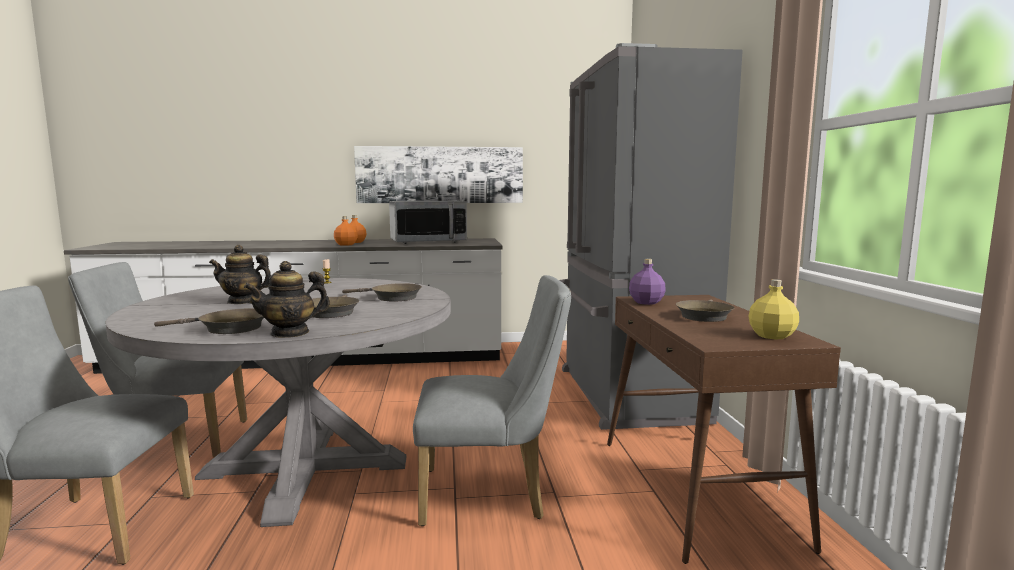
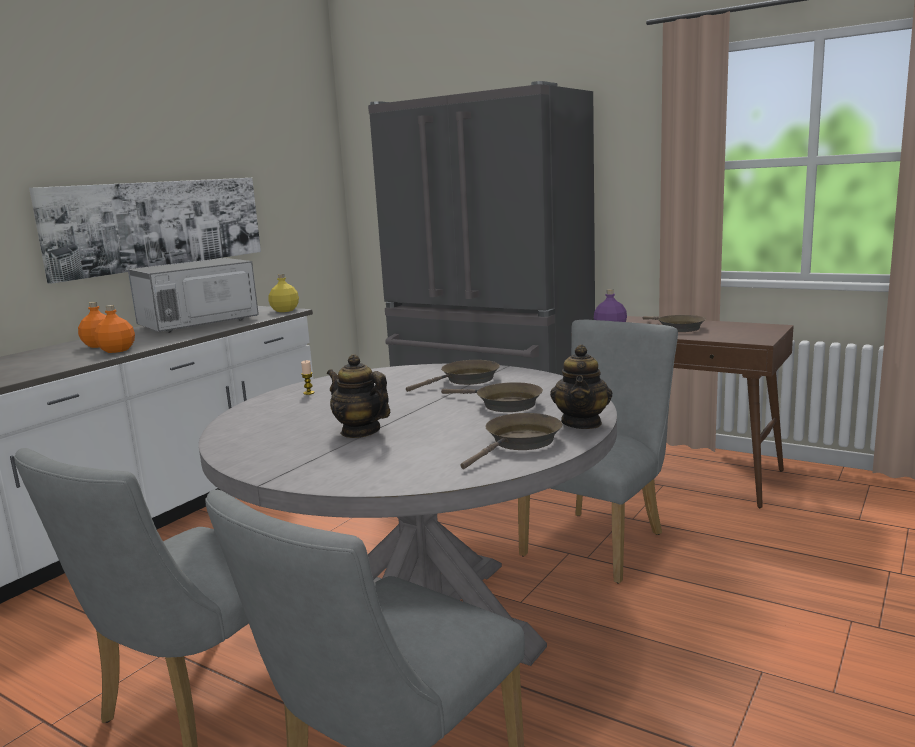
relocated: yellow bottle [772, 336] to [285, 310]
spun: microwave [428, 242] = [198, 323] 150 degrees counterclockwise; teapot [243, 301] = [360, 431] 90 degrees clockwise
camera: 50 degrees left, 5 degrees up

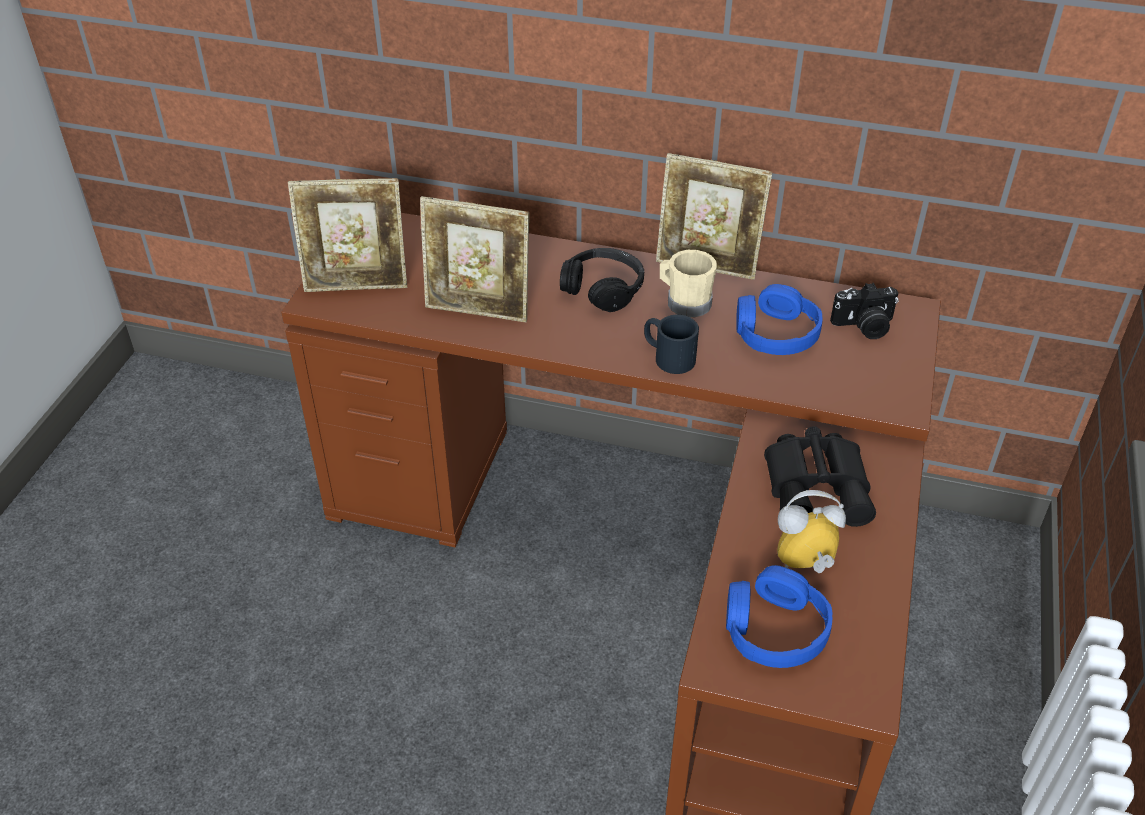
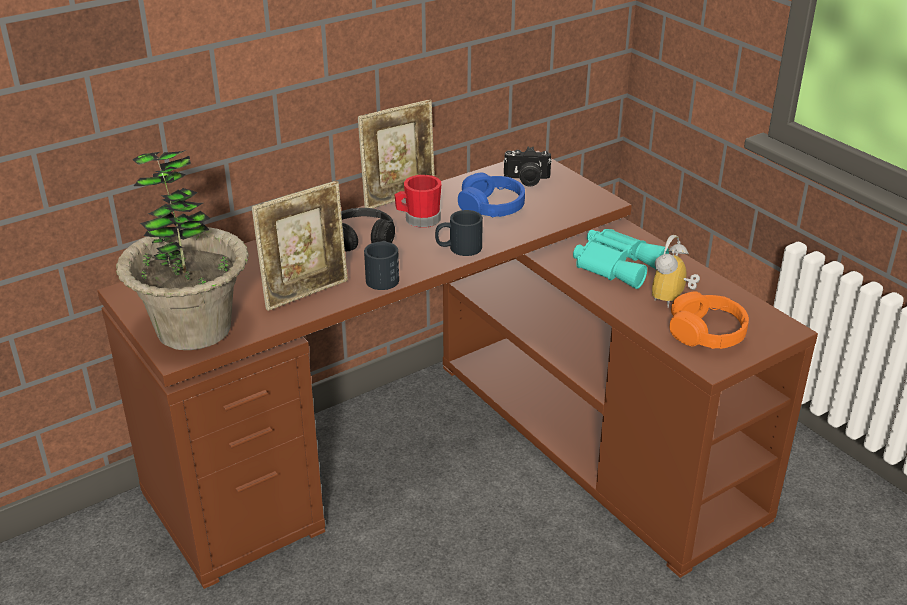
appeared: black mug [383, 276]
exchanged: picture frame [357, 286] to potted plant [194, 329]
colour: beige mug [684, 302] to red mug [418, 220]; black binoculars [818, 486] to turquoise binoculars [617, 264]; blue headphones [774, 629] to orange headphones [707, 332]
spun: photo camera [864, 327] = [526, 180] 60 degrees clockwise
camera: 50 degrees left, 10 degrees down

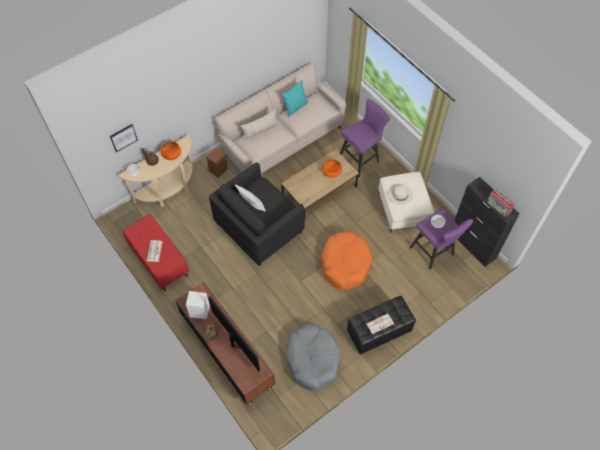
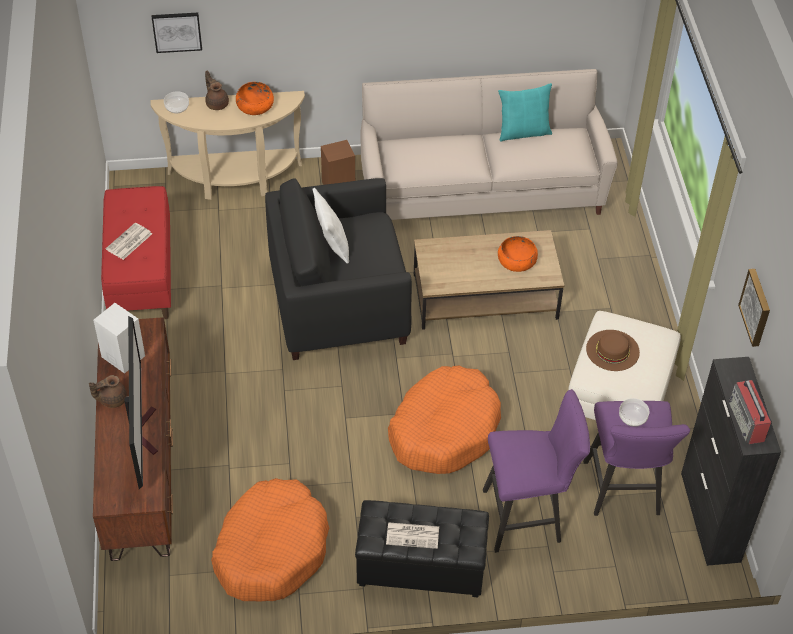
missing: beige pillow [260, 131]
appeared: picture [757, 307]
relocated: purple stool [361, 158] to [528, 517]
colour: white hat [400, 194] to brown hat [612, 350]; grey dog bed [312, 359] to orange dog bed [271, 549]
camera: 30 degrees right, 10 degrees down

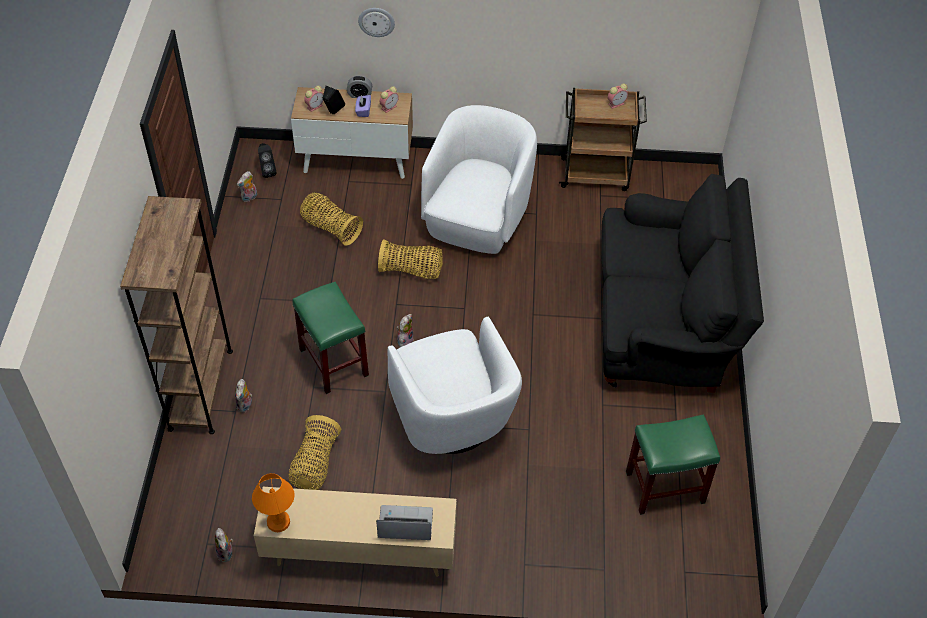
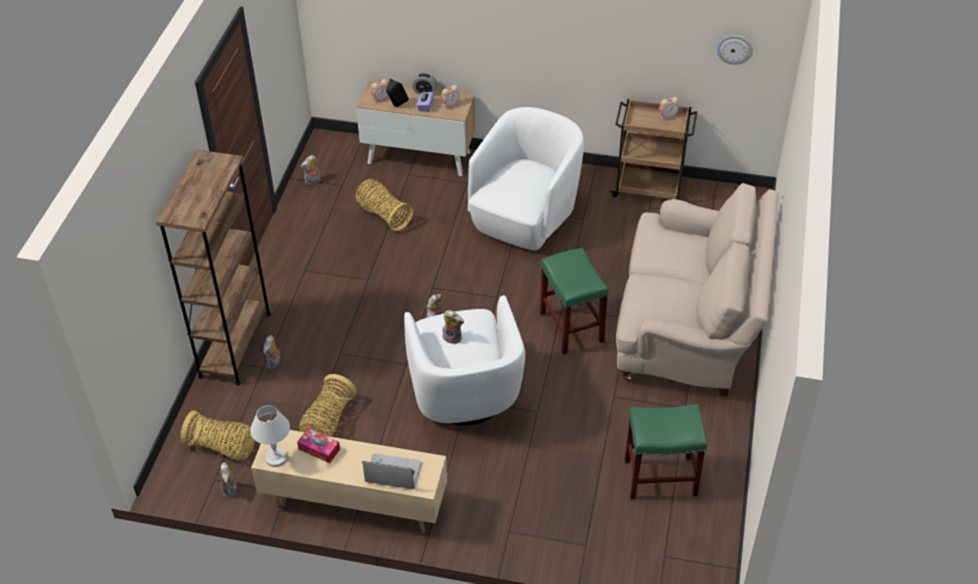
missing: black speaker [267, 171]
appeared: plush toy [453, 337]; tissue box [319, 449]
relocated: wall clock [376, 21] to [734, 49]; basket [411, 270] to [222, 447]; green stool [334, 362] to [572, 327]
colour: black sofa [664, 323] to beige sofa [689, 329]; orange table lamp [278, 521] to white table lamp [276, 457]
camera: 10 degrees right, 5 degrees down

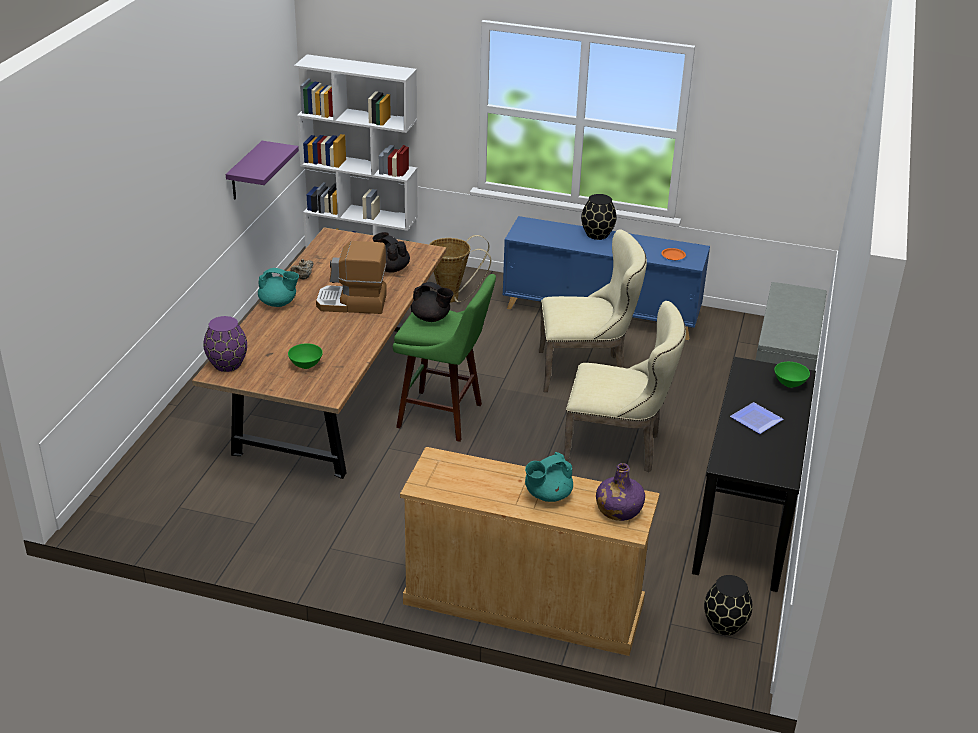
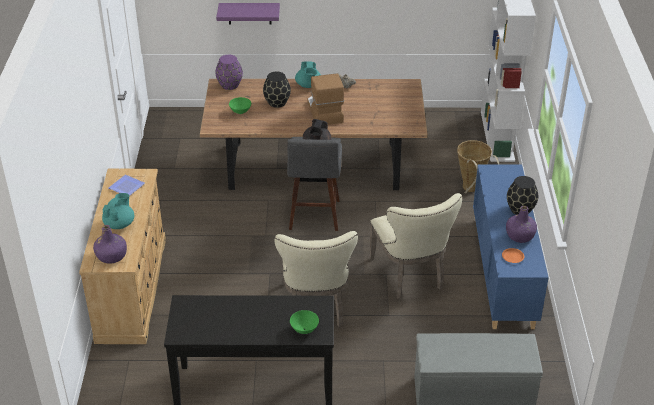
missing: black teapot [391, 268]
appeared: purple bottle [520, 236]
relocated: purple shelf [245, 171] to [249, 13]; plate [758, 420] to [127, 187]; black vase [724, 625] to [277, 102]
colour: green stool [444, 416] to grey stool [314, 217]
spun: turquoise teapot [547, 495] = [120, 224] 75 degrees clockwise
camera: 75 degrees right, 5 degrees up

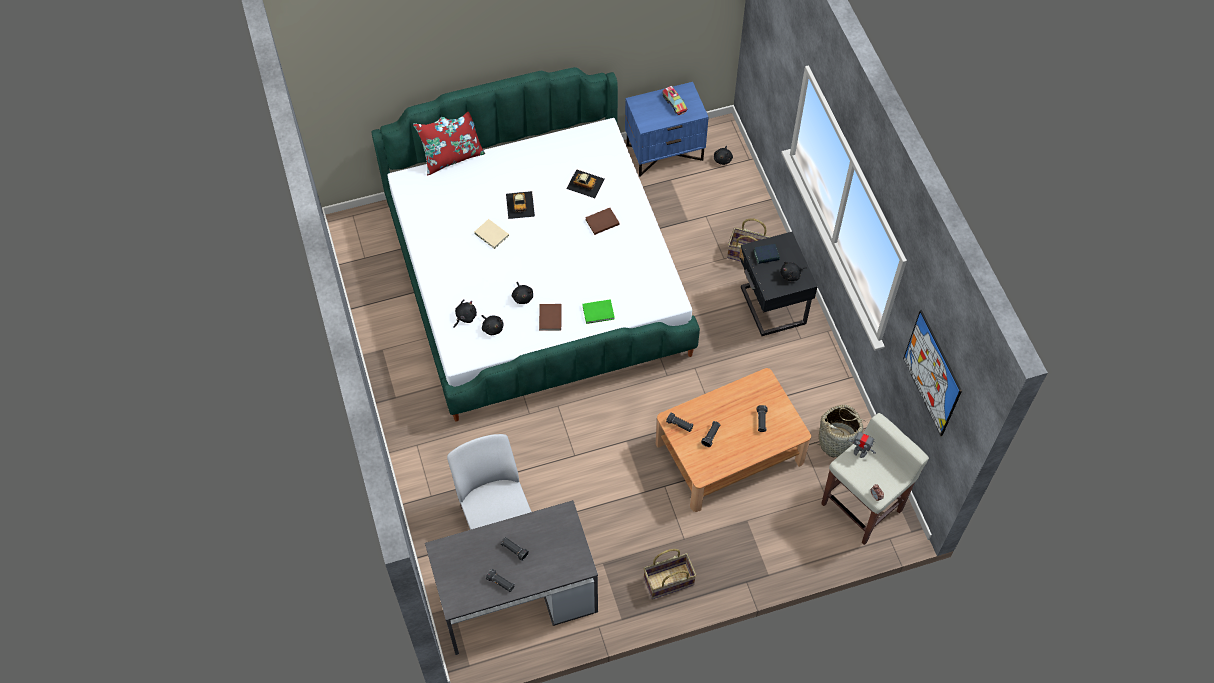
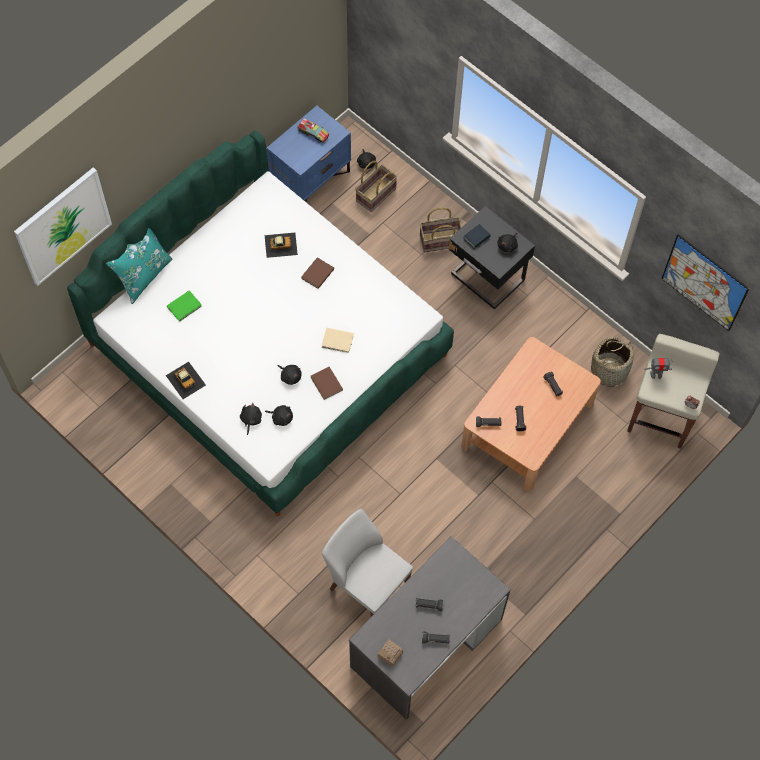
appeared: picture [63, 226]; toy house [390, 654]
relocated: toy car [520, 204] to [185, 380]; beige book [491, 235] to [338, 341]; green book [599, 312] to [185, 306]; basket [669, 582] to [376, 195]
colour: red pillow [452, 156] to turquoise pillow [143, 275]
camera: 30 degrees left, 5 degrees up

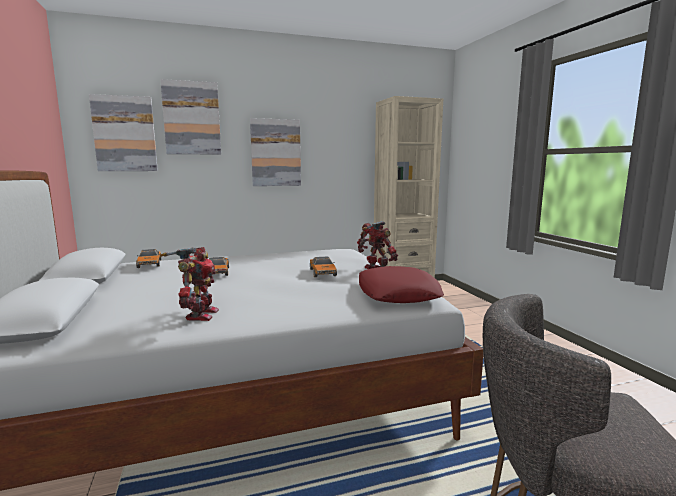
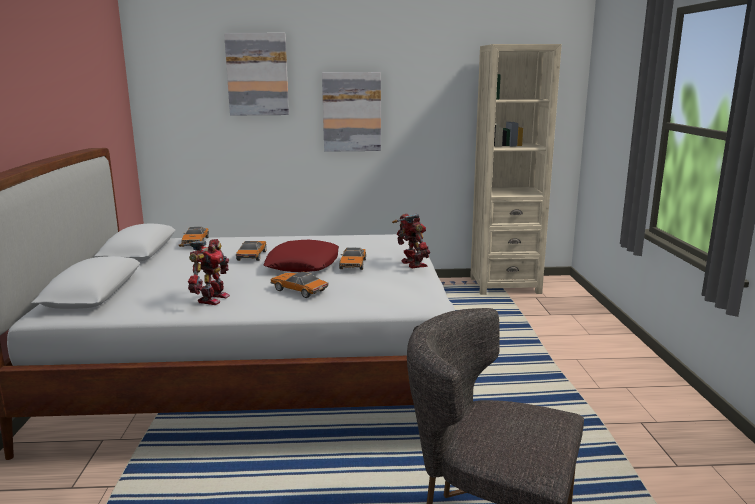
missing: picture [125, 134]
appeared: toy car [299, 290]
relocated: red pillow [397, 293] to [303, 264]
camera: 15 degrees right, 5 degrees up

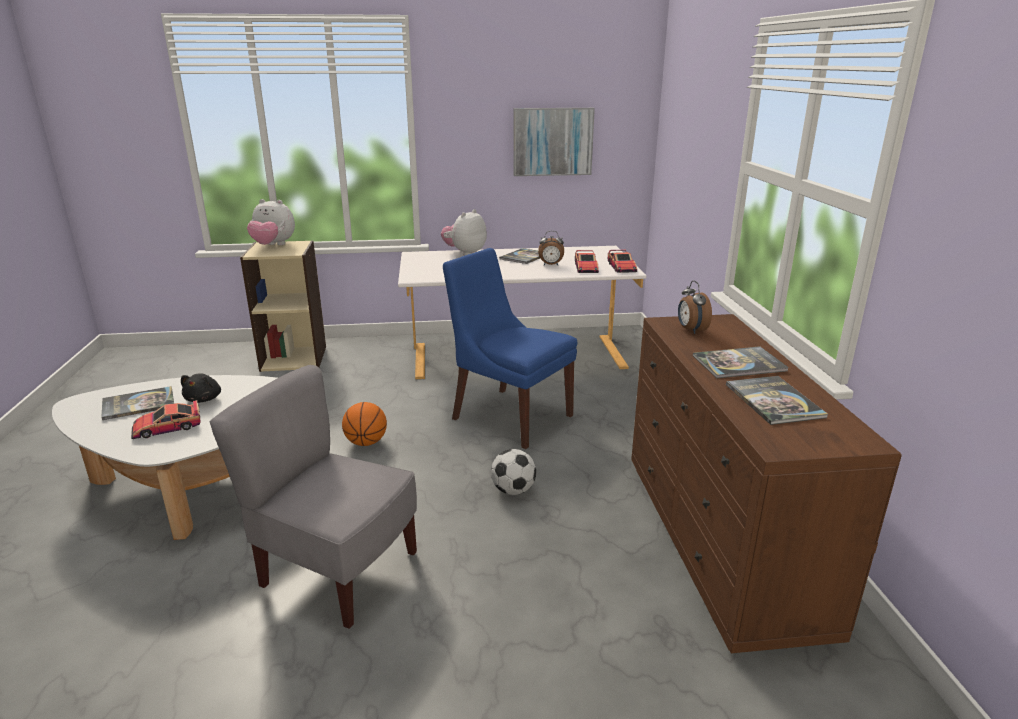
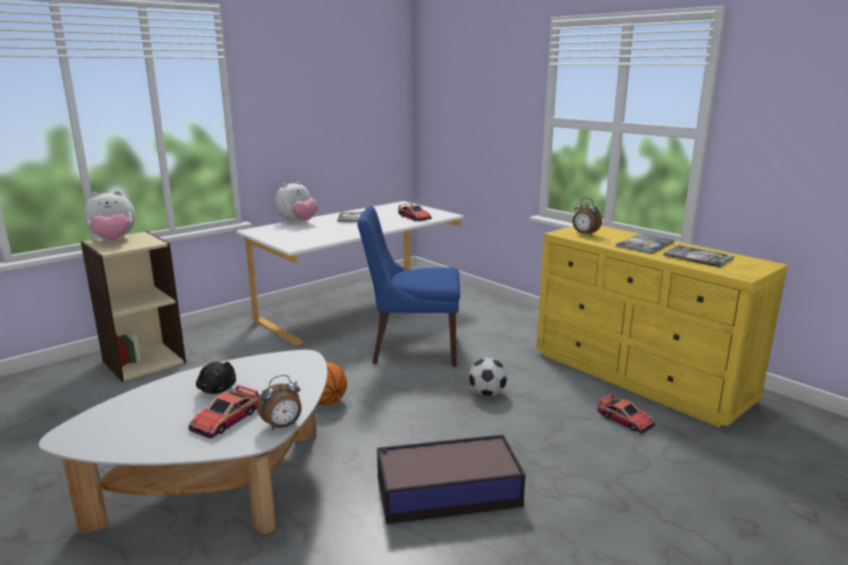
missing: picture [552, 142]; book [138, 404]
relocated: alarm clock [550, 265] to [282, 426]; toy car [621, 267] to [625, 420]
exchanged: grey chair [337, 571] to storage box [446, 491]
colour: brown dresser [719, 541] to yellow dresser [640, 377]
spun: plush toy [465, 253] = [297, 222] 135 degrees counterclockwise
camera: 35 degrees left, 5 degrees down

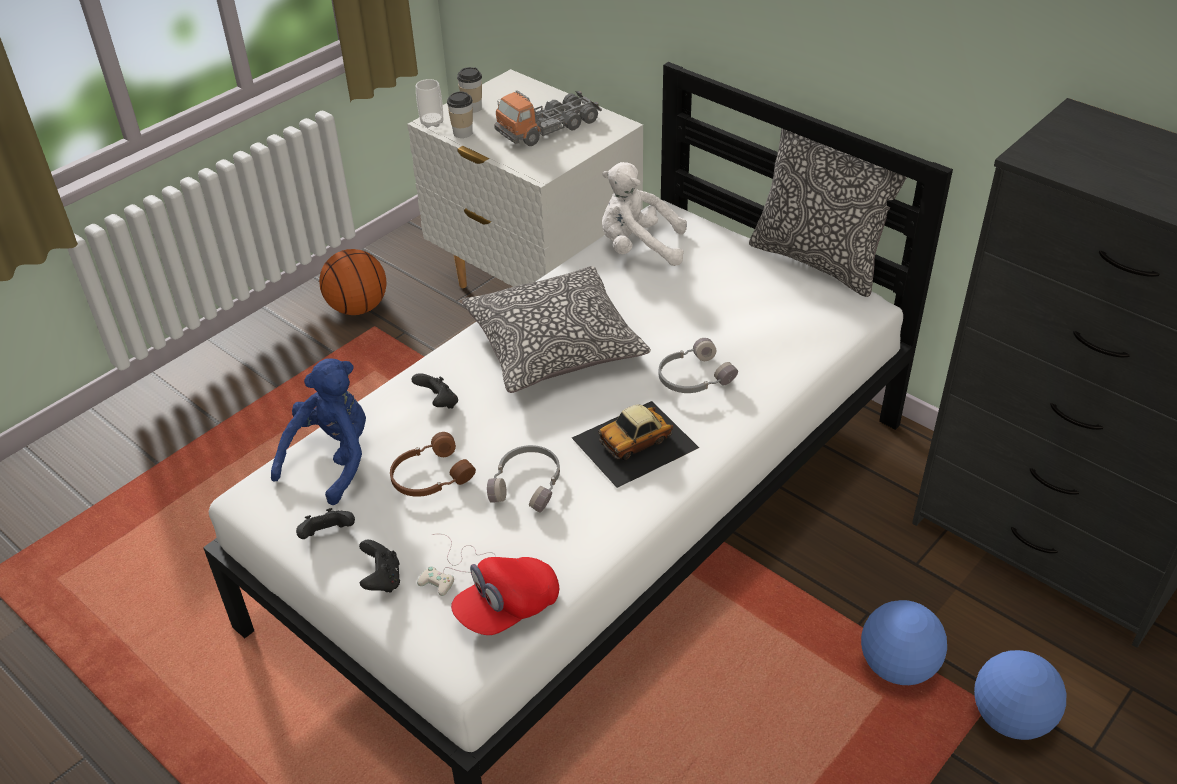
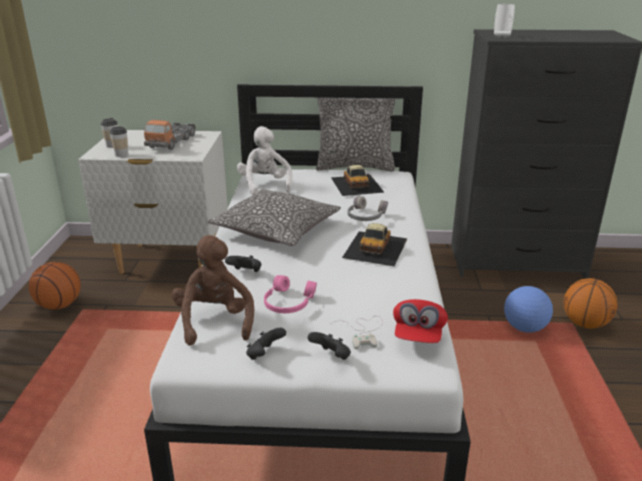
missing: grey headphones [528, 484]
appeared: toy car [357, 184]
relocated: cup [432, 123] to [502, 36]
exchanged: football [1010, 719] to basketball [585, 324]
colour: blue plush toy [333, 460] to brown plush toy [215, 321]; brown headphones [430, 476] to pink headphones [288, 303]
spun: white plush toy [638, 248] = [265, 185] 105 degrees clockwise
camera: 40 degrees left, 15 degrees down

